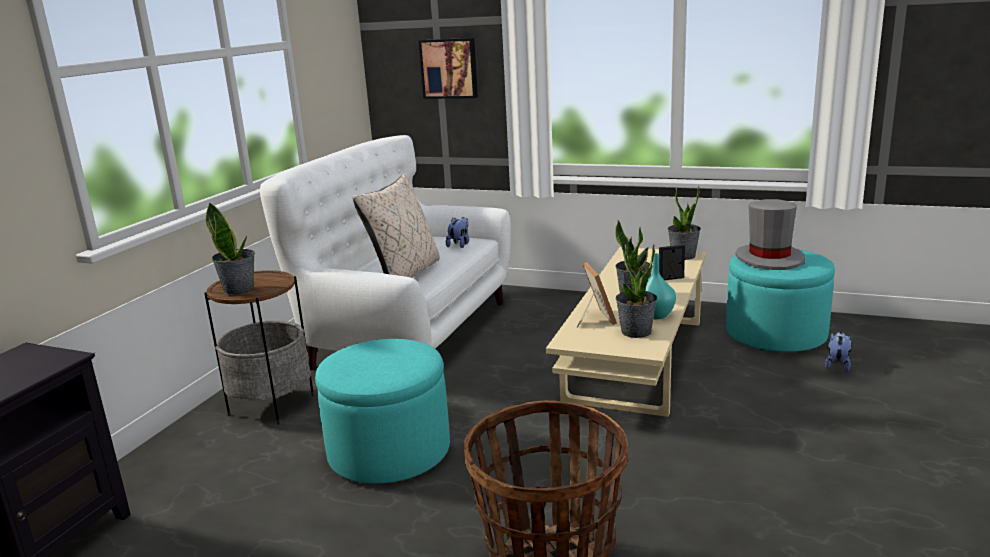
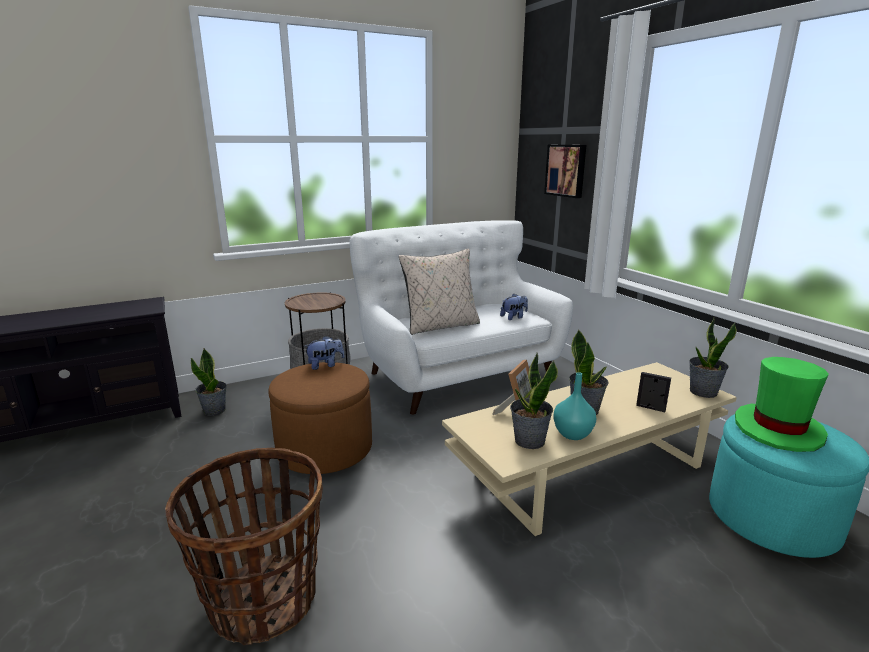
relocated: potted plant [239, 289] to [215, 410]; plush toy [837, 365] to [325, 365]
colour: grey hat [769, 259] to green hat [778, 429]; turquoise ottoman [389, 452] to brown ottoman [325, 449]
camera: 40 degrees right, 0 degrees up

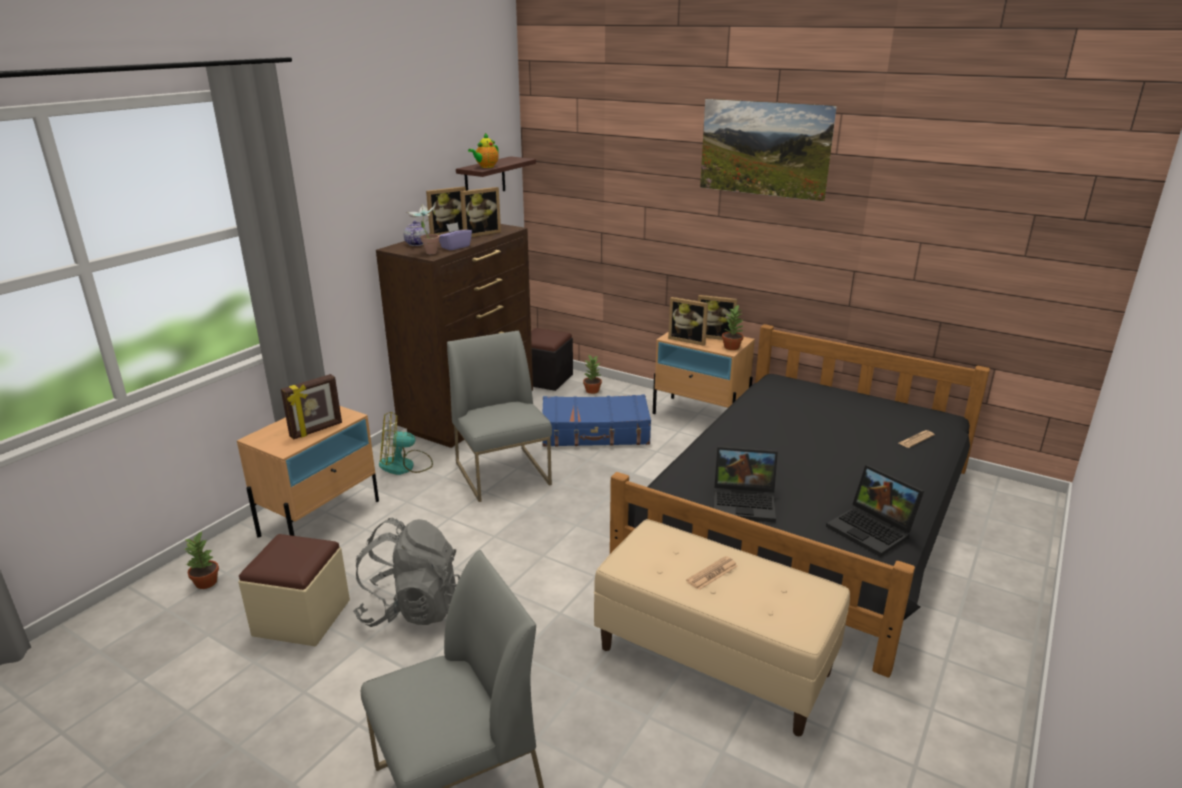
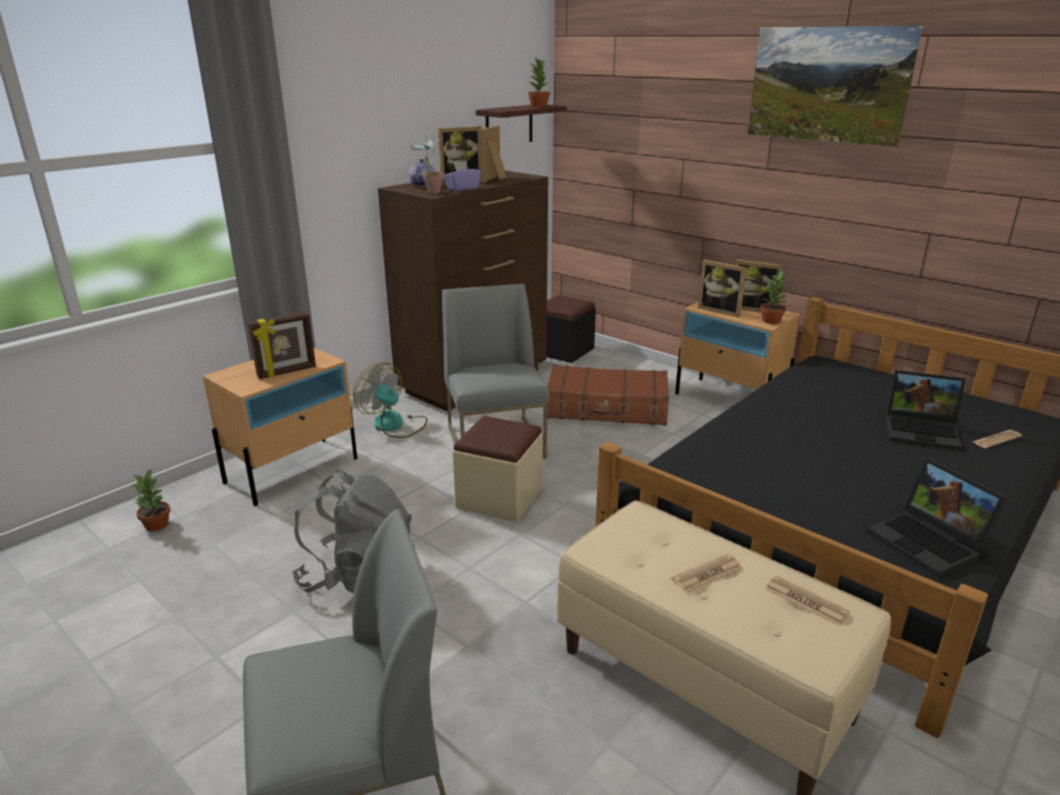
missing: teapot [486, 167]
appeared: newspaper [806, 601]
relocated: potted plant [592, 390] to [539, 106]; laptop [745, 503] to [923, 431]; beige ottoman [302, 618] to [499, 498]
colour: blue suitcase [595, 433] to brown suitcase [607, 408]
spun: picture frame [480, 233] = [494, 179] 135 degrees clockwise; fan [405, 465] = [394, 425] 45 degrees clockwise
camera: 10 degrees right, 0 degrees up

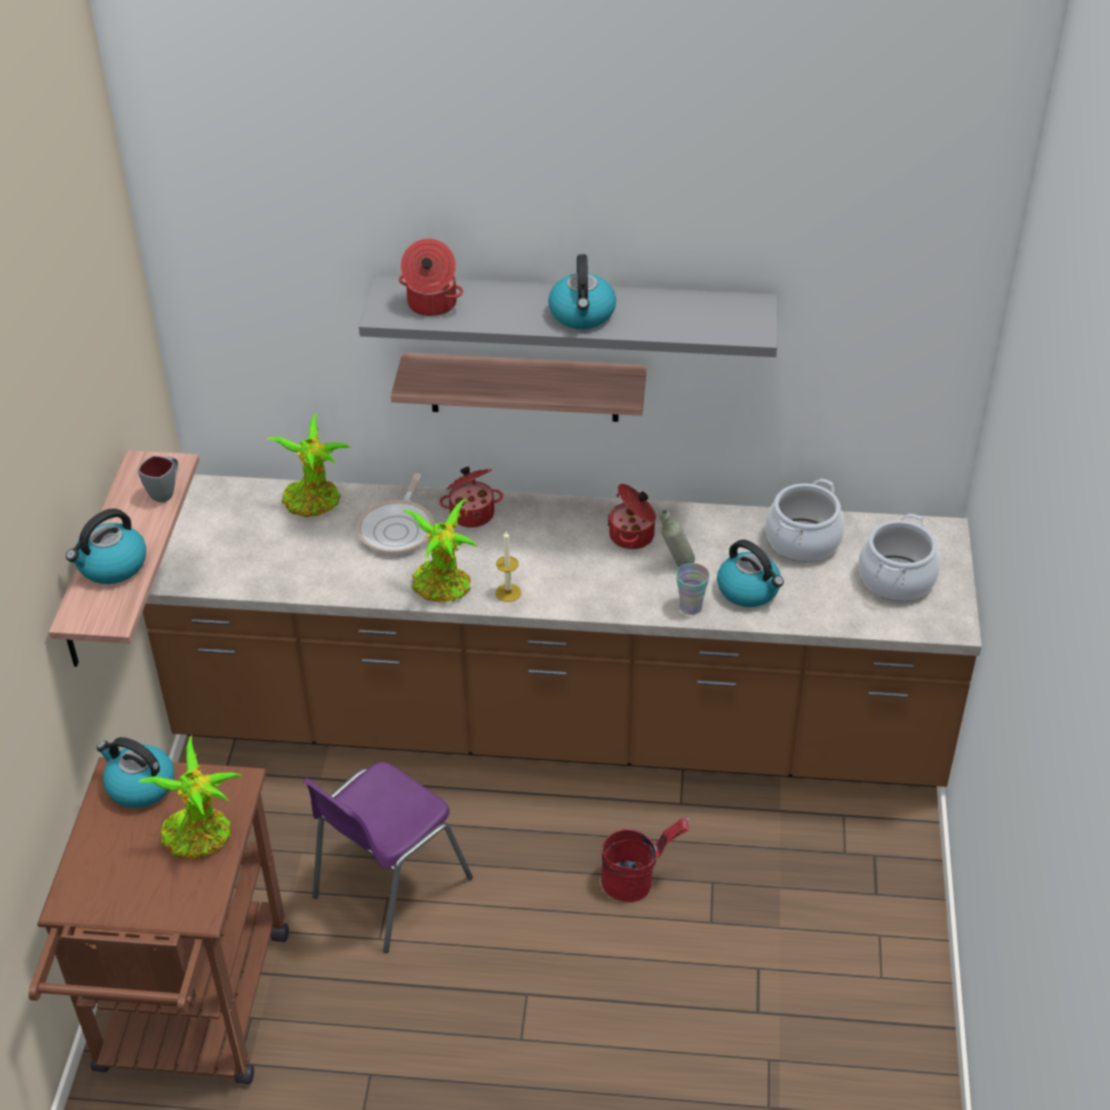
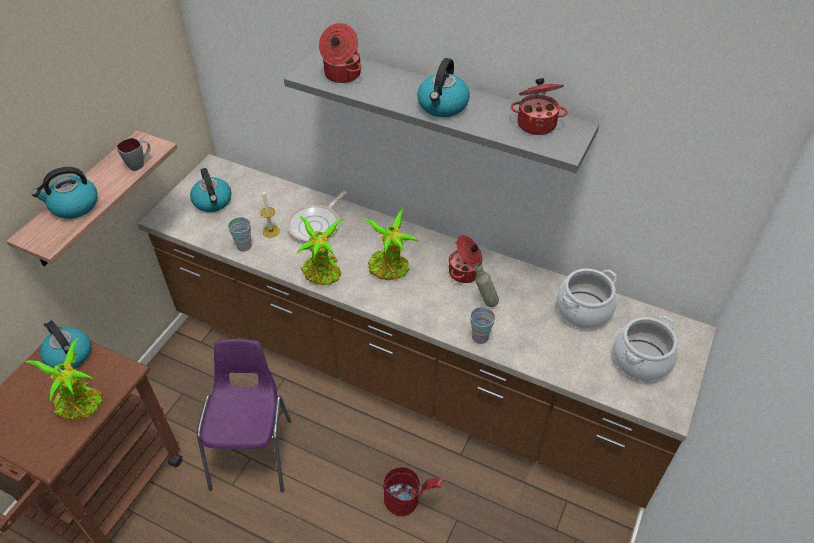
missing: shelf [524, 387]
appeared: cup [244, 246]
relocated: potted plant [314, 503] to [390, 269]; cooking pot [472, 513] to [536, 123]; candle [508, 592] to [271, 231]; kettle [749, 590] to [213, 202]
spun: purple chair [388, 889] = [253, 452] 120 degrees clockwise
camera: 20 degrees right, 5 degrees up

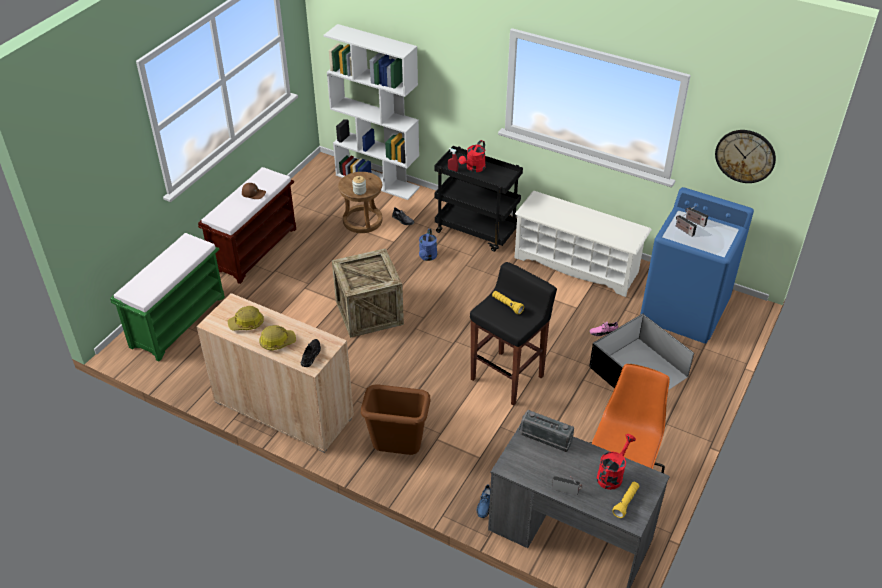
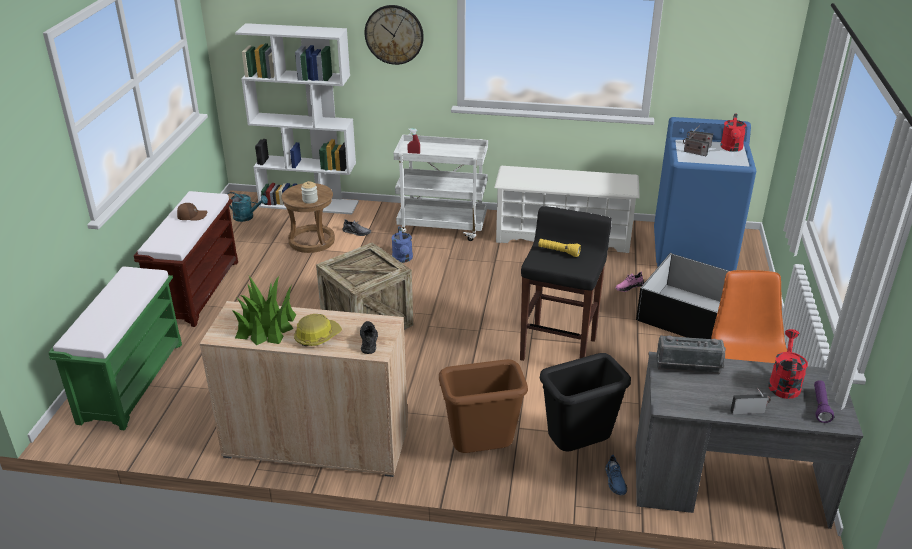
appeared: turquoise watering can [247, 217]; black trash can [577, 448]
relocated: wall clock [745, 156] to [394, 34]; red watering can [473, 168] to [731, 148]
exchanged: hard hat [247, 323] to potted plant [266, 327]
colour: black cart [477, 231] to white cart [443, 227]; yellow flashlight [626, 502] to purple flashlight [820, 406]
camera: 20 degrees left, 10 degrees down

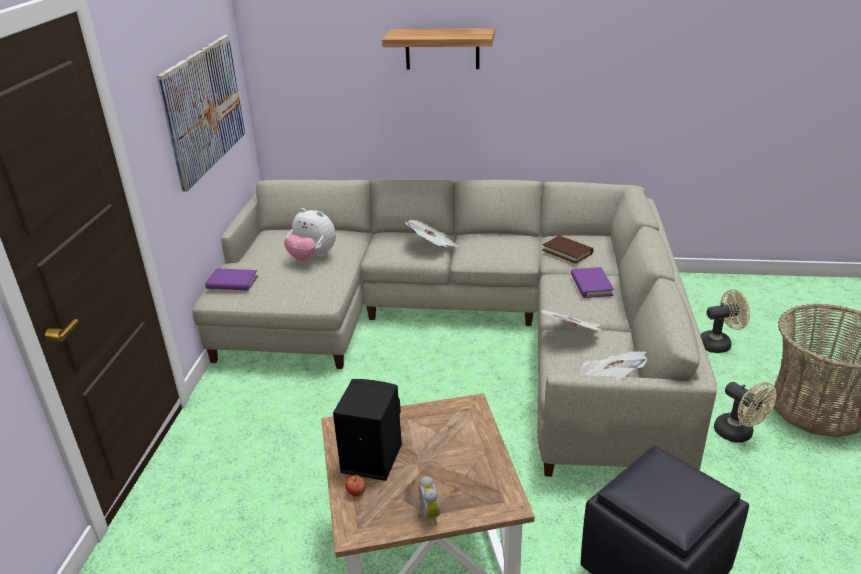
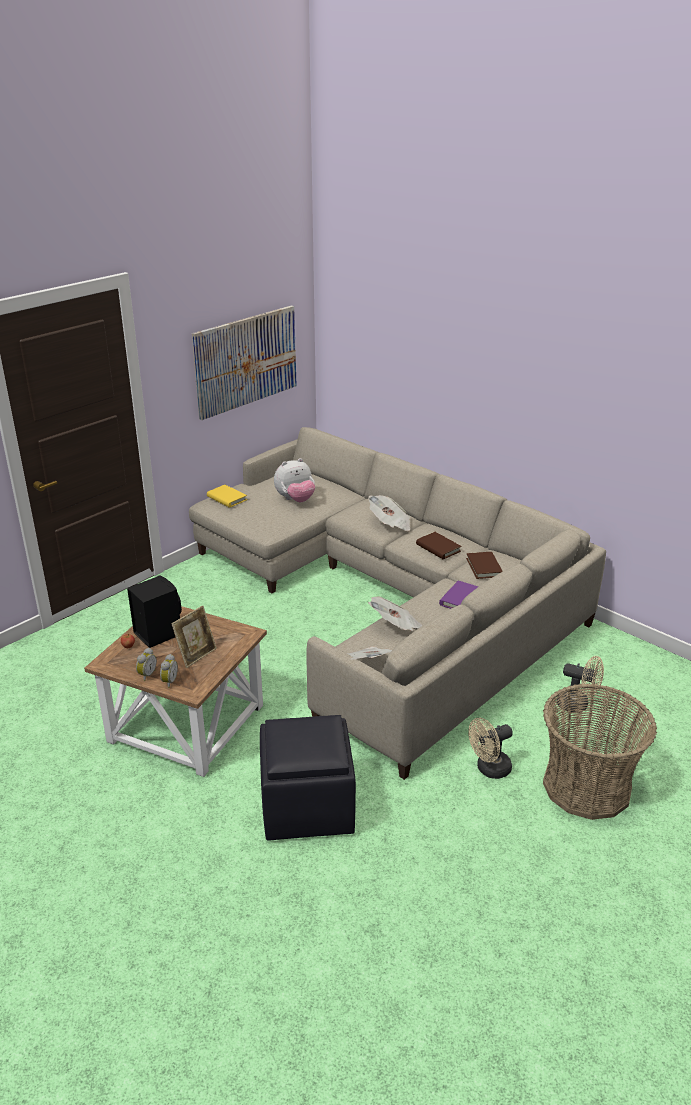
missing: shelf [442, 49]
appeared: brown book [438, 548]; picture frame [196, 655]; alarm clock [168, 682]
colour: purple book [232, 282] to yellow book [226, 498]
spun: plush toy [312, 257] = [295, 500] 90 degrees counterclockwise; beige fan [738, 434] = [489, 769] 60 degrees clockwise
camera: 35 degrees right, 0 degrees up

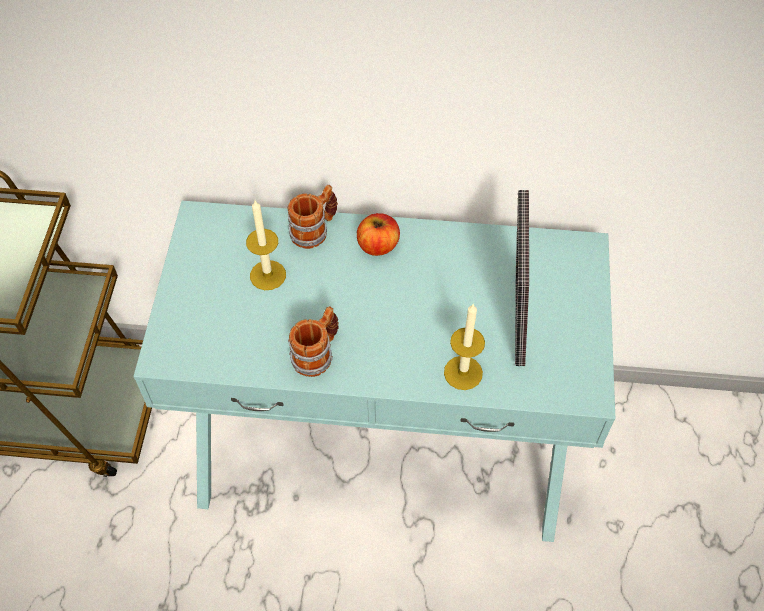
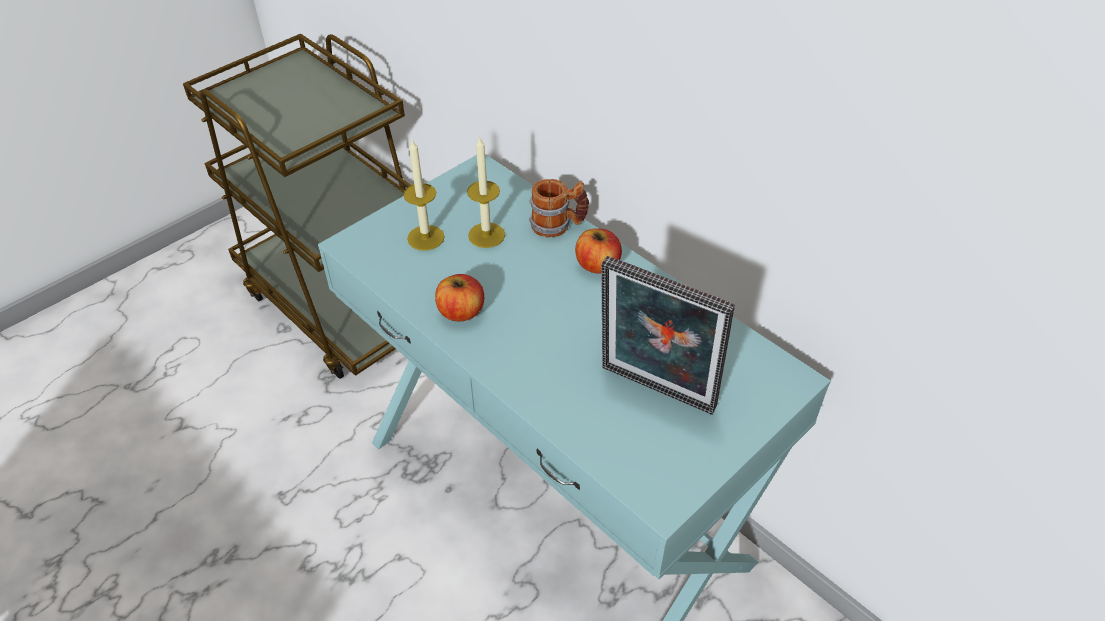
relocated: candle [463, 373] to [425, 237]
exchanged: mug [317, 353] to apple [461, 312]
spun: picture frame [513, 320] = [654, 392] 105 degrees counterclockwise
camera: 40 degrees right, 10 degrees down

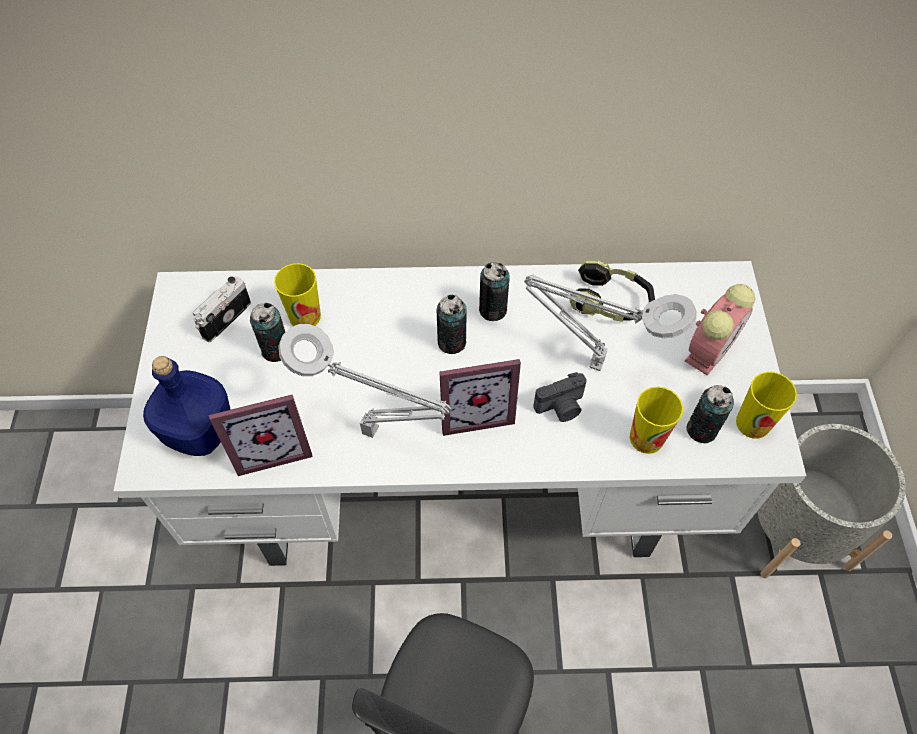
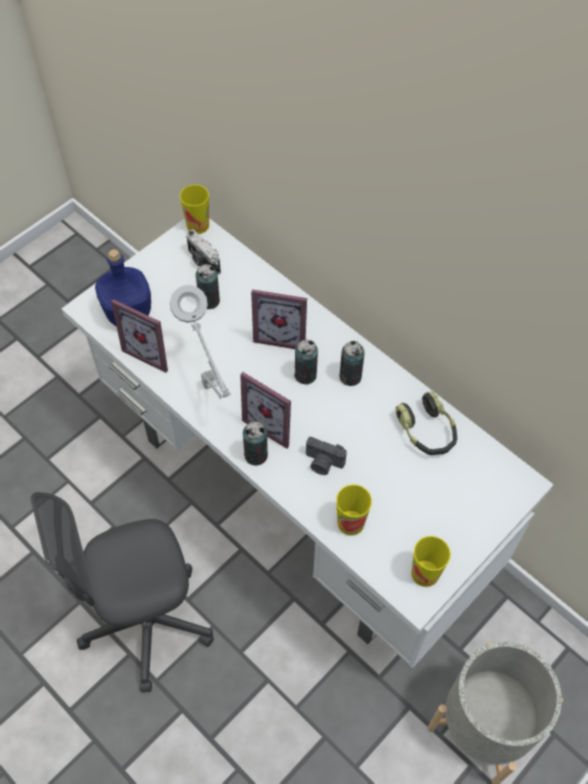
missing: grey table lamp [591, 363]; alarm clock [709, 349]
appeared: picture frame [281, 334]
relocated: cup [305, 316] to [197, 225]; can [701, 430] to [256, 455]
spun: photo camera [224, 318] = [203, 262] 120 degrees counterclockwise
camera: 45 degrees right, 0 degrees up

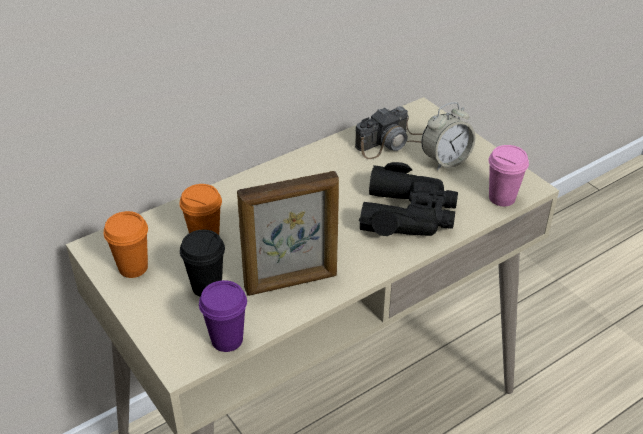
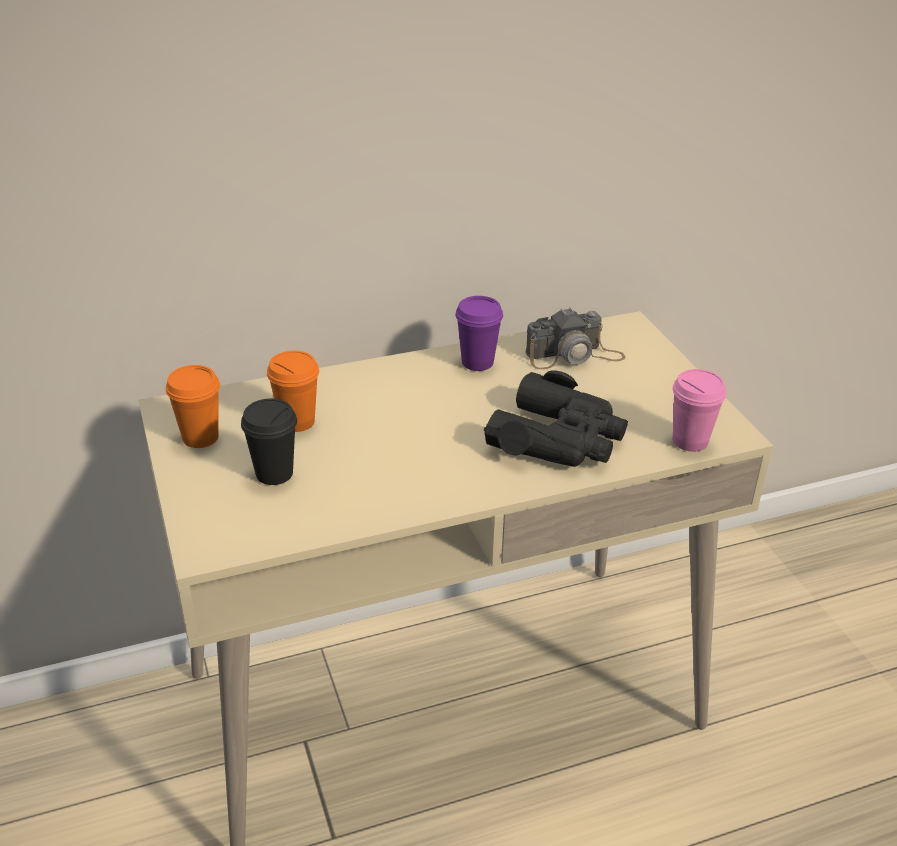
missing: alarm clock [445, 161]; picture frame [291, 282]
relocated: purple cup [227, 340] to [477, 362]
camera: 15 degrees right, 5 degrees down

